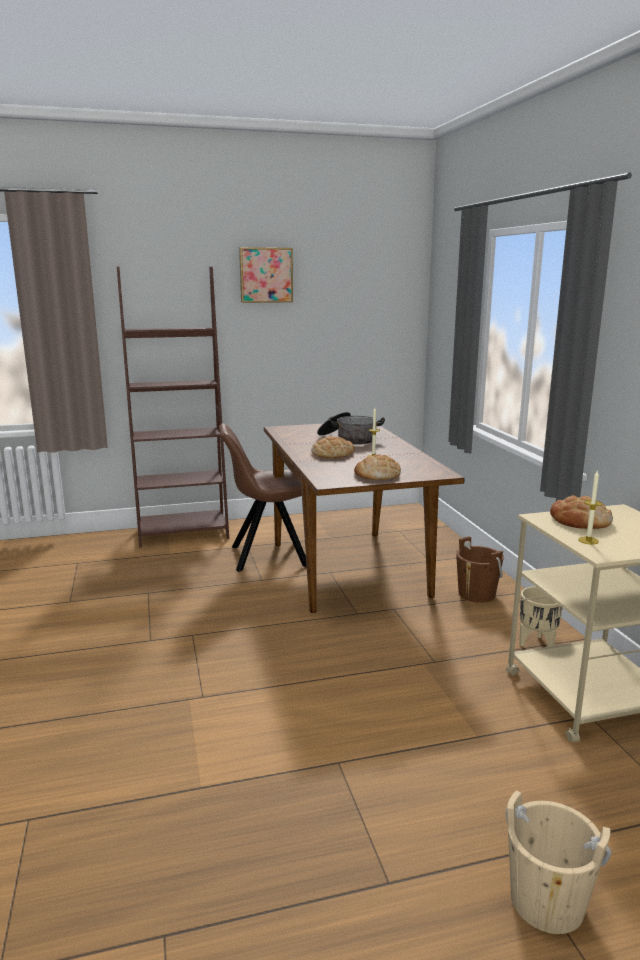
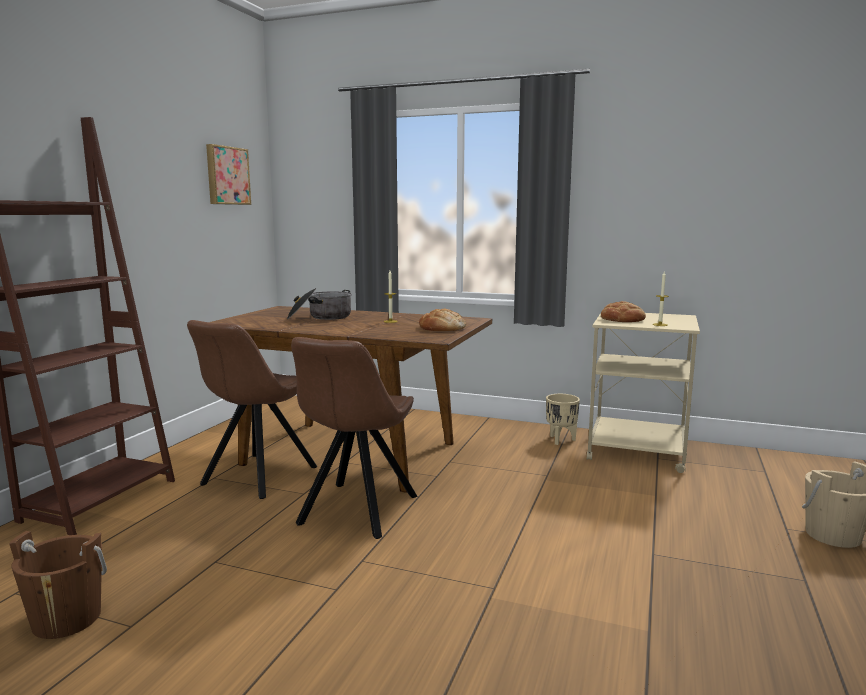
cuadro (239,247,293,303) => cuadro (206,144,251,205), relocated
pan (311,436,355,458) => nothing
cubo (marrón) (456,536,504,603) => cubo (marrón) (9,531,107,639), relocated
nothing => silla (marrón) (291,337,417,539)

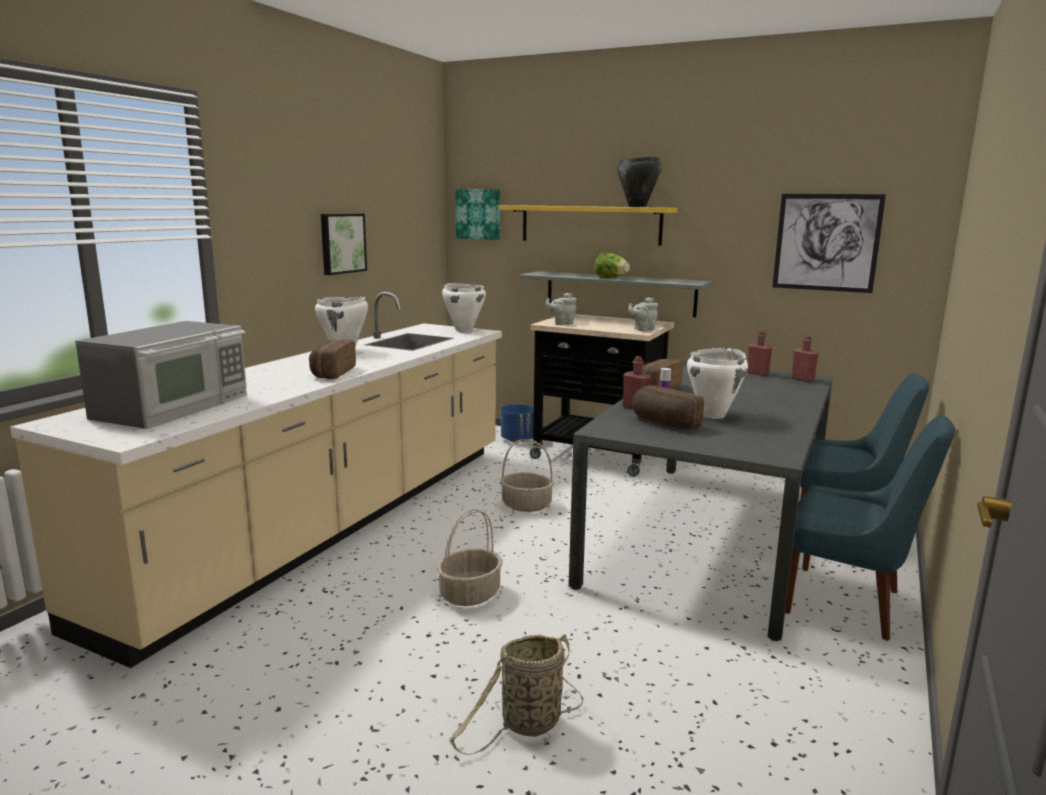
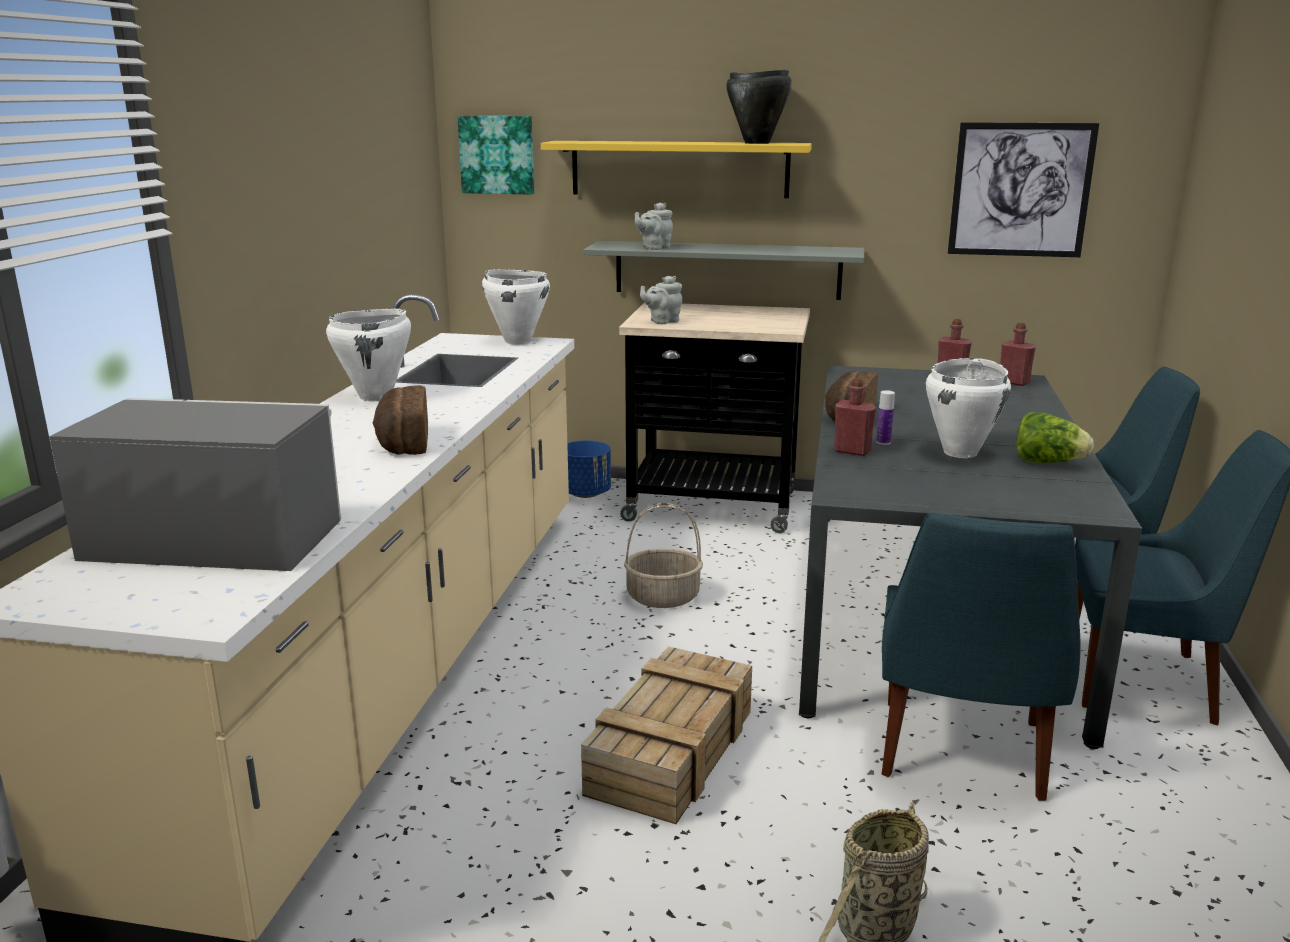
microondas (75,321,247,429) => microondas (49,398,341,571), 90 degrees counterclockwise
cuadro (321,214,367,275) => nothing
cesta (437,509,502,606) => caja de embalaje (581,646,752,824)
lechuga (595,252,630,278) => lechuga (1016,412,1094,463), relocated
tetera (gris) (628,297,658,331) => tetera (gris) (635,203,673,250), relocated
pan (632,385,704,429) => nothing
nothing => silla (azul) (882,513,1080,801)

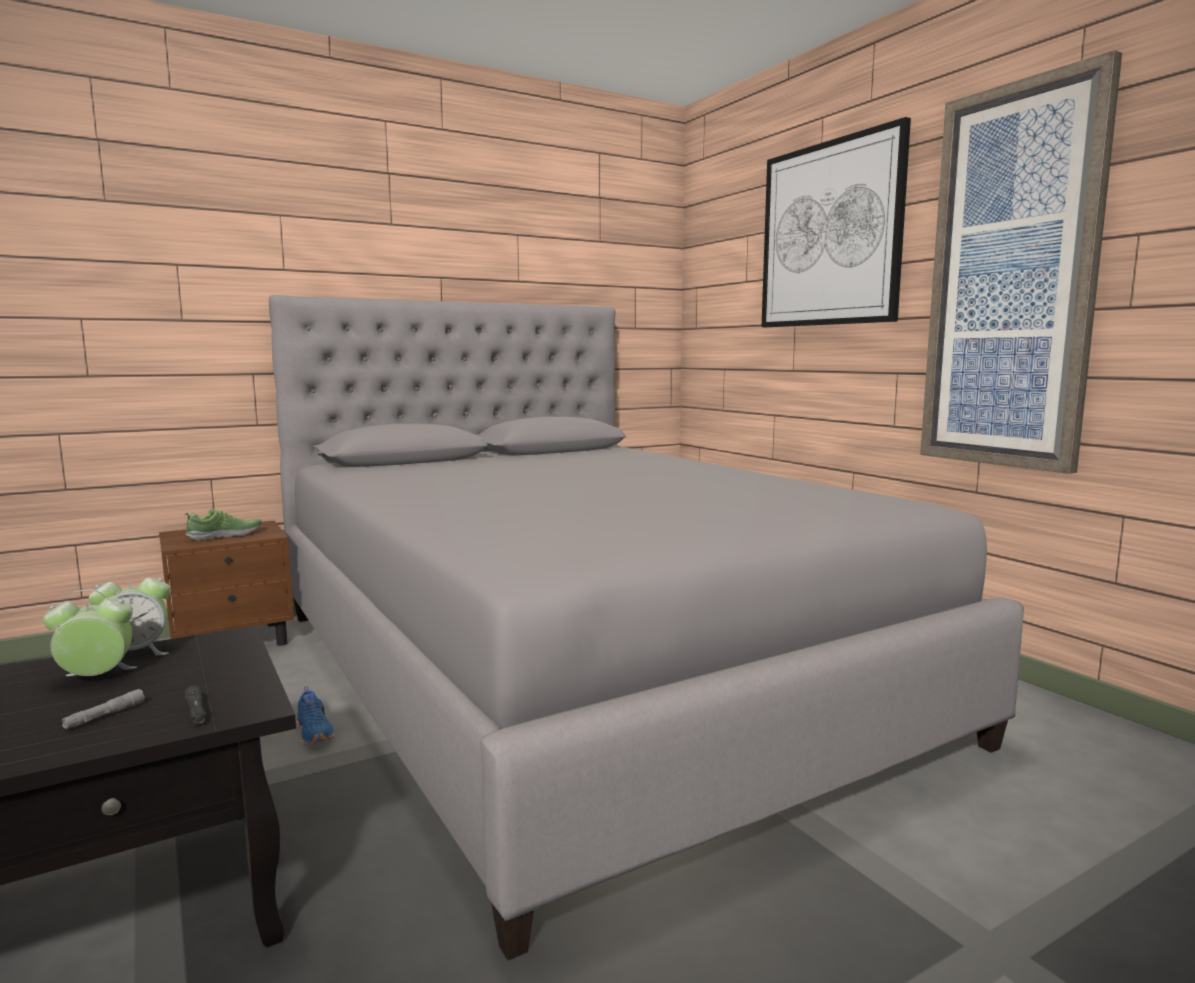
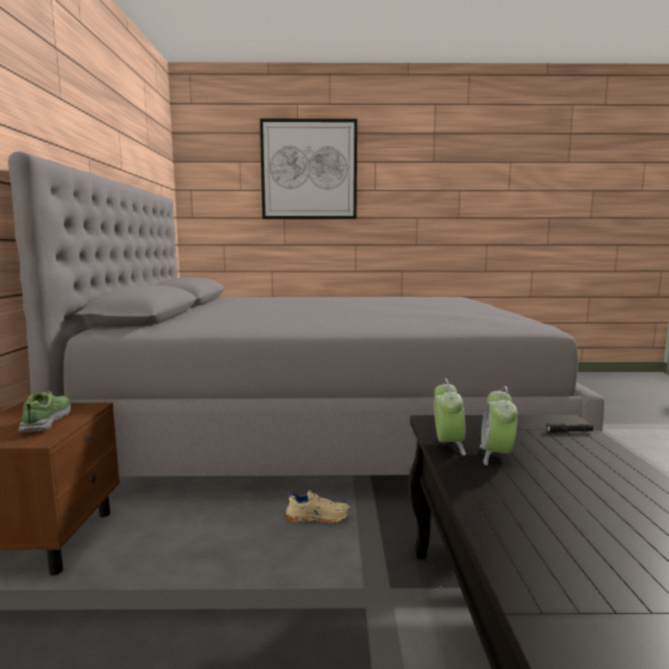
linterna (gris) (62,689,145,729) => nothing
zapato (azul) (296,686,335,745) => zapato (beis) (285,490,350,524)
cuadro (920,50,1122,474) => nothing

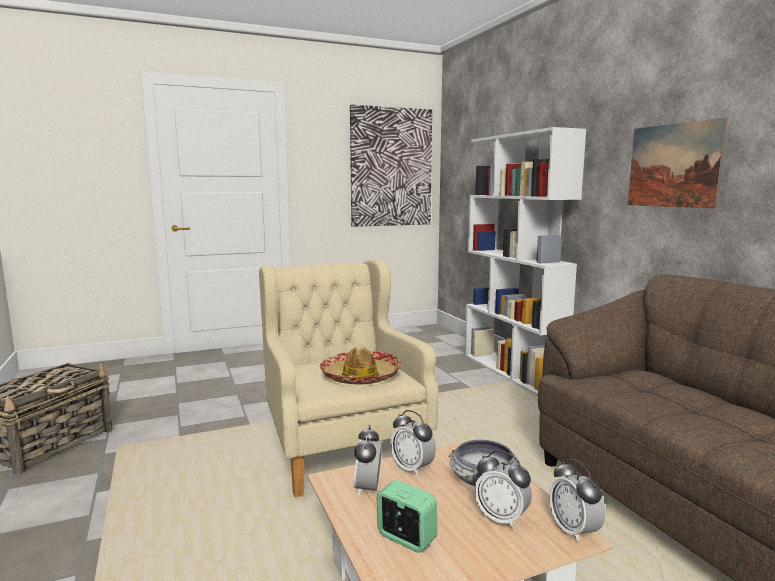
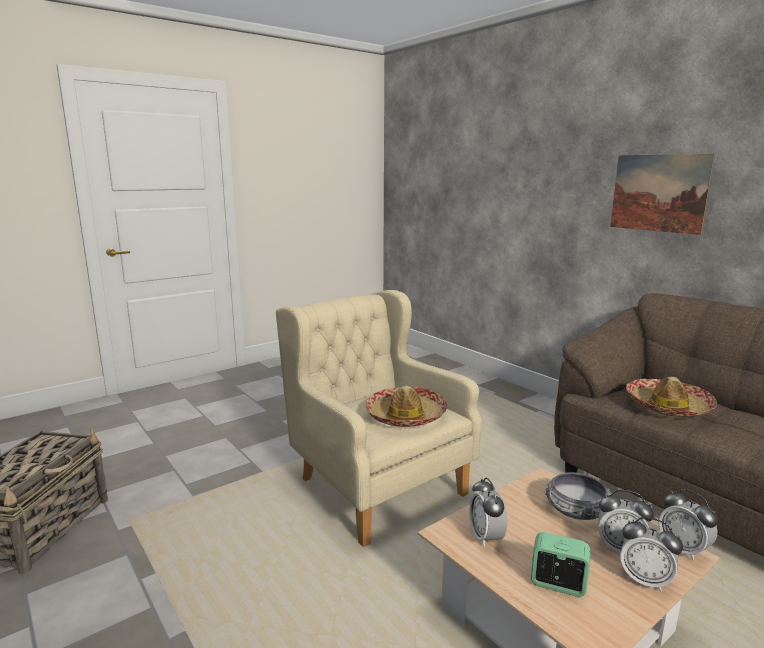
cuadro (350,105,432,227) => nothing
despertador (390,410,436,476) => despertador (620,517,683,592), relocated
estantería (blanco) (465,127,586,396) => nothing
nothing => sombrero (626,377,717,417)

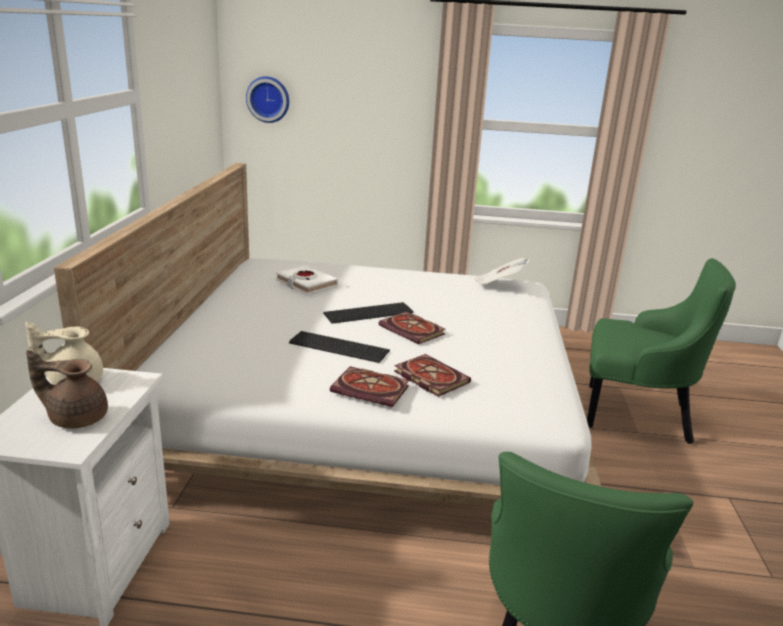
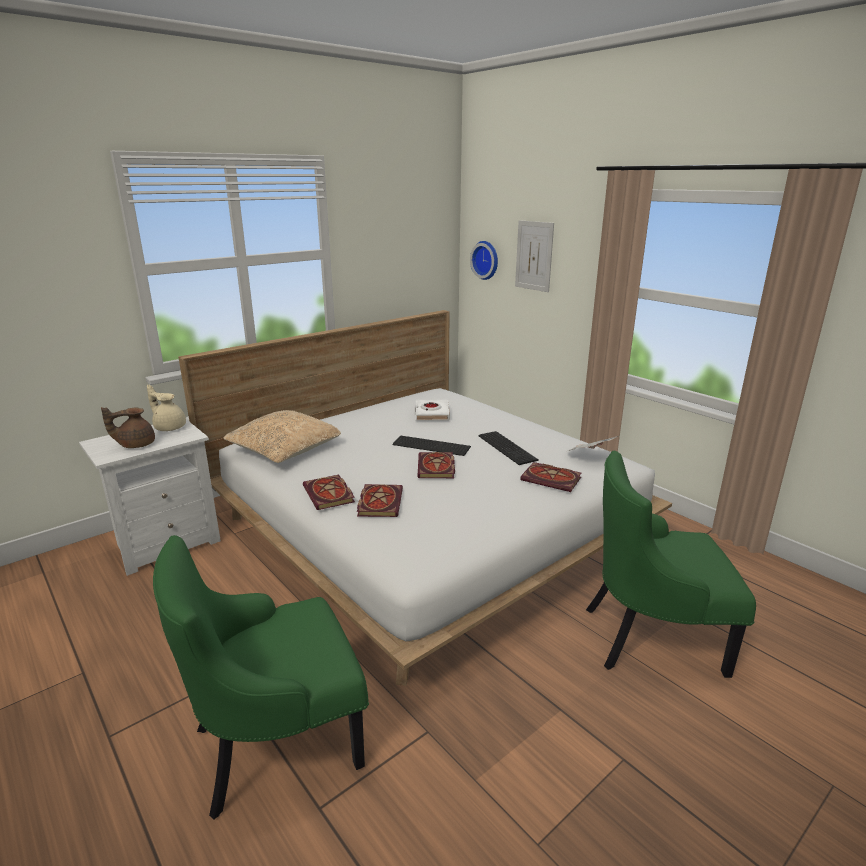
tetera (marrón) (26,350,108,429) => tetera (marrón) (101,407,155,448), 75 degrees counterclockwise
teclado (289,331,390,363) => teclado (479,431,539,465), relocated
silla (verde) (587,258,736,444) => silla (verde) (586,451,756,678), 120 degrees clockwise
nothing => cojín (beis) (223,410,341,463)
nothing => cuadro (515,220,554,292)
nothing => libro (520,462,581,492)

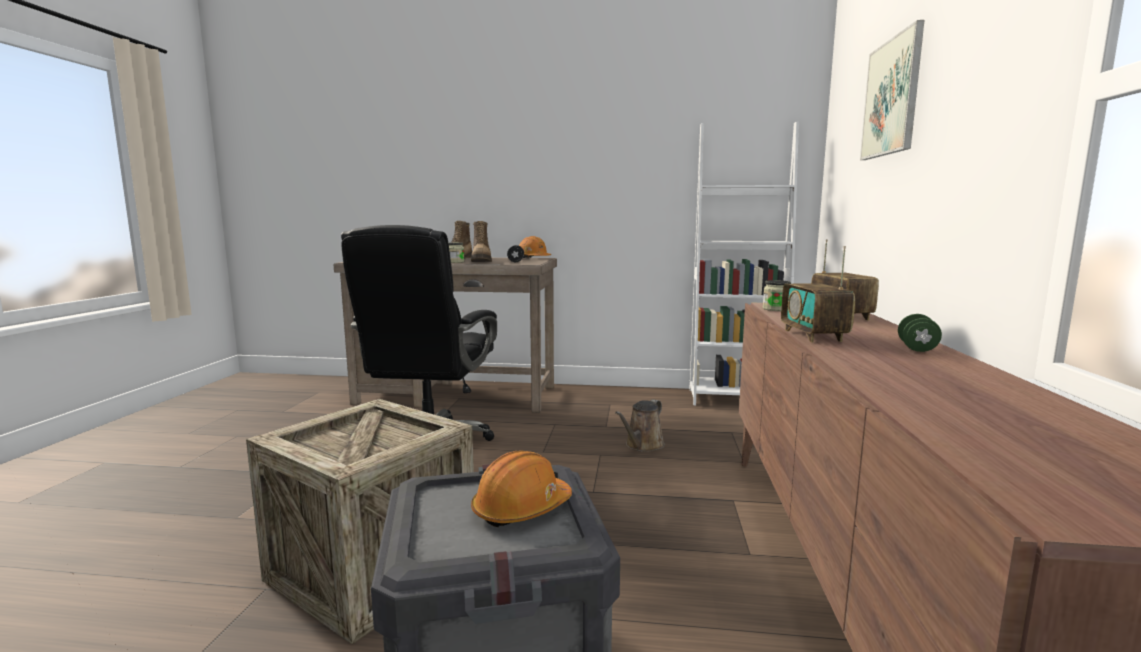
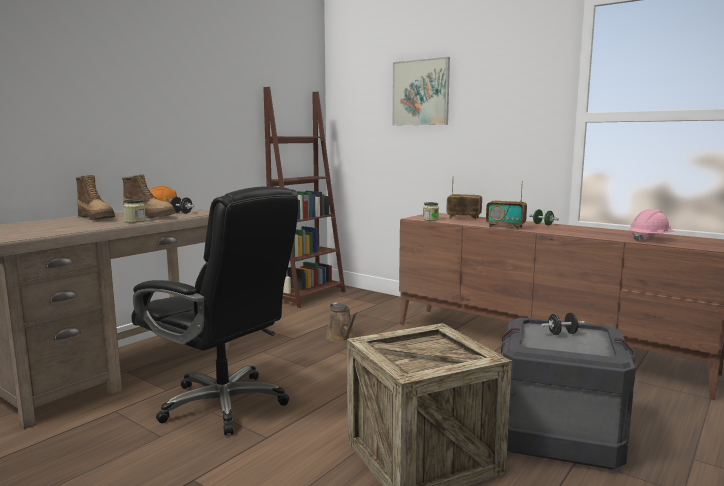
casco (naranja) (471,450,572,527) => mancuerna (negro) (541,313,585,335)
estantería (blanco) (690,121,799,405) => estantería (marrón) (263,87,345,308)
nothing => casco (rosa) (629,209,674,242)

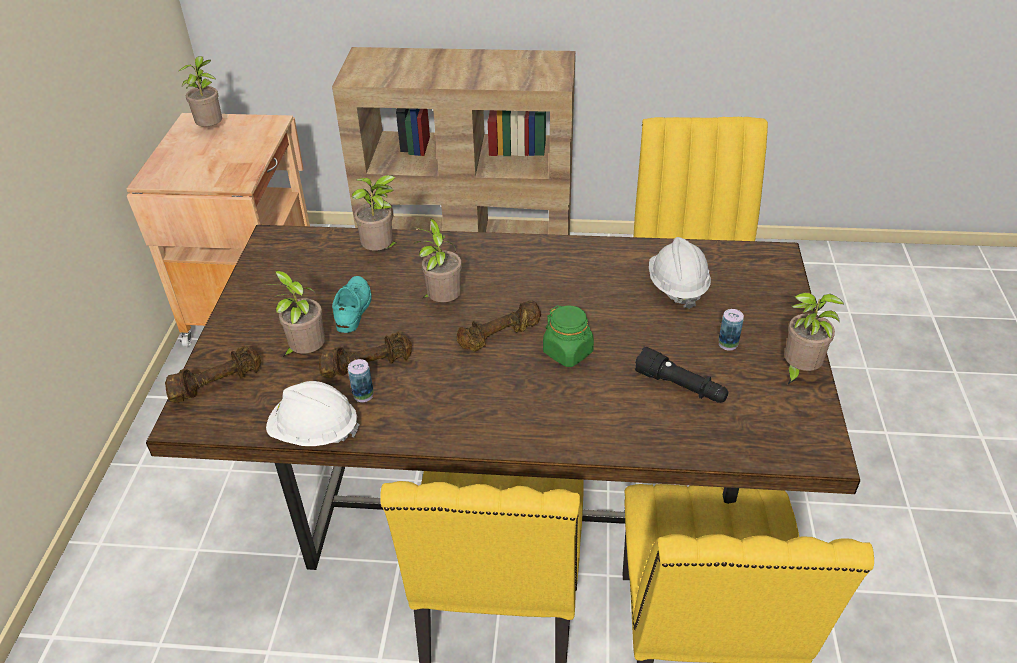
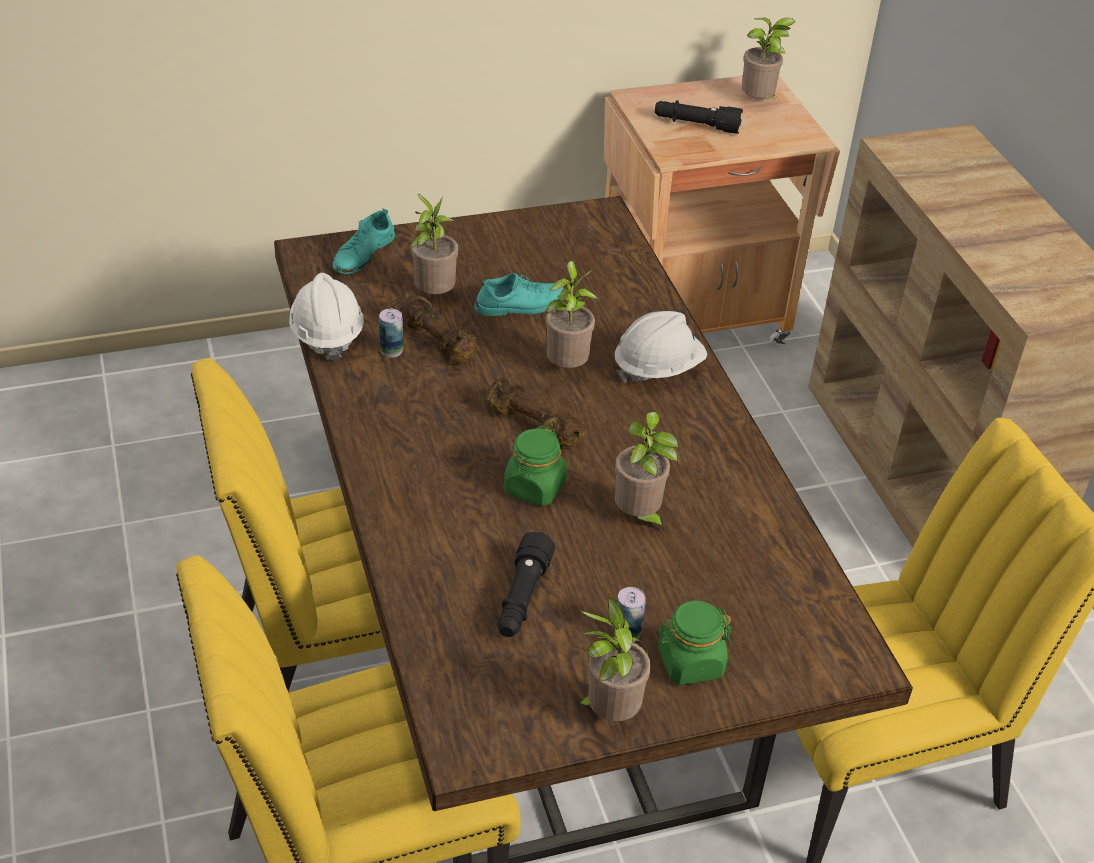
mancuerna (marrón) (165,345,261,403) => zapato (turquesa) (332,208,395,274)
planta en maceta (351,175,398,251) => planta en maceta (615,412,678,532), relocated
casco (blanco) (649,237,711,309) => casco (blanco) (614,311,707,383), relocated
nothing => linterna (negro) (655,100,743,134)
nothing => tarro (verde) (657,601,732,685)

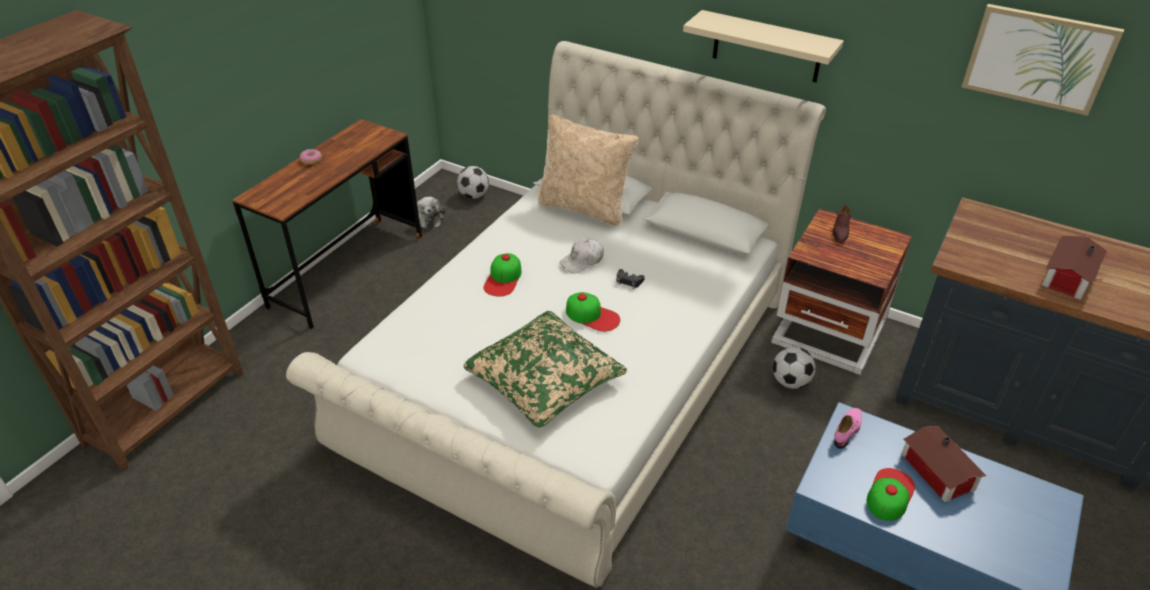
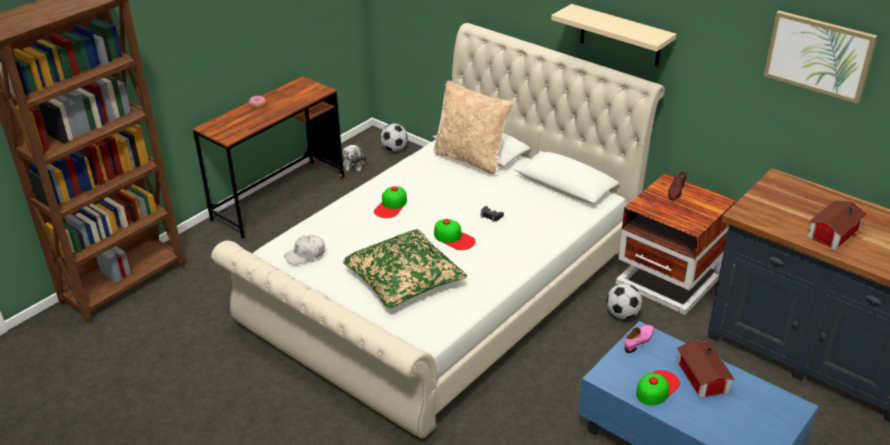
gorra (blanco) (560,238,604,274) => gorra (blanco) (284,235,325,265), relocated

